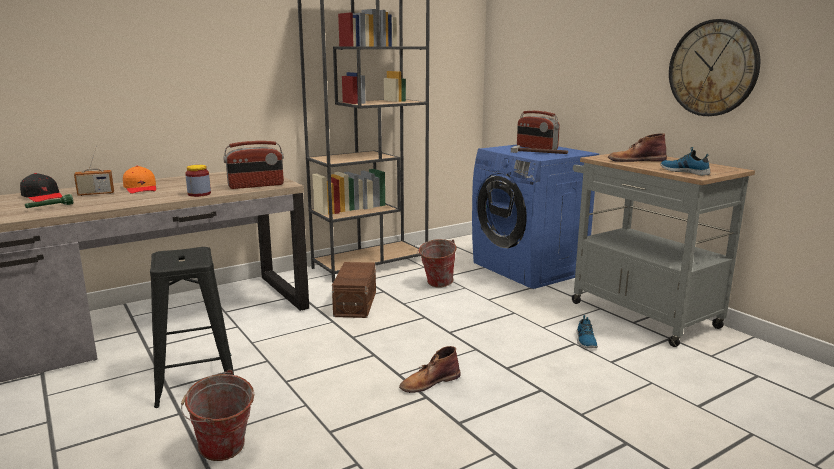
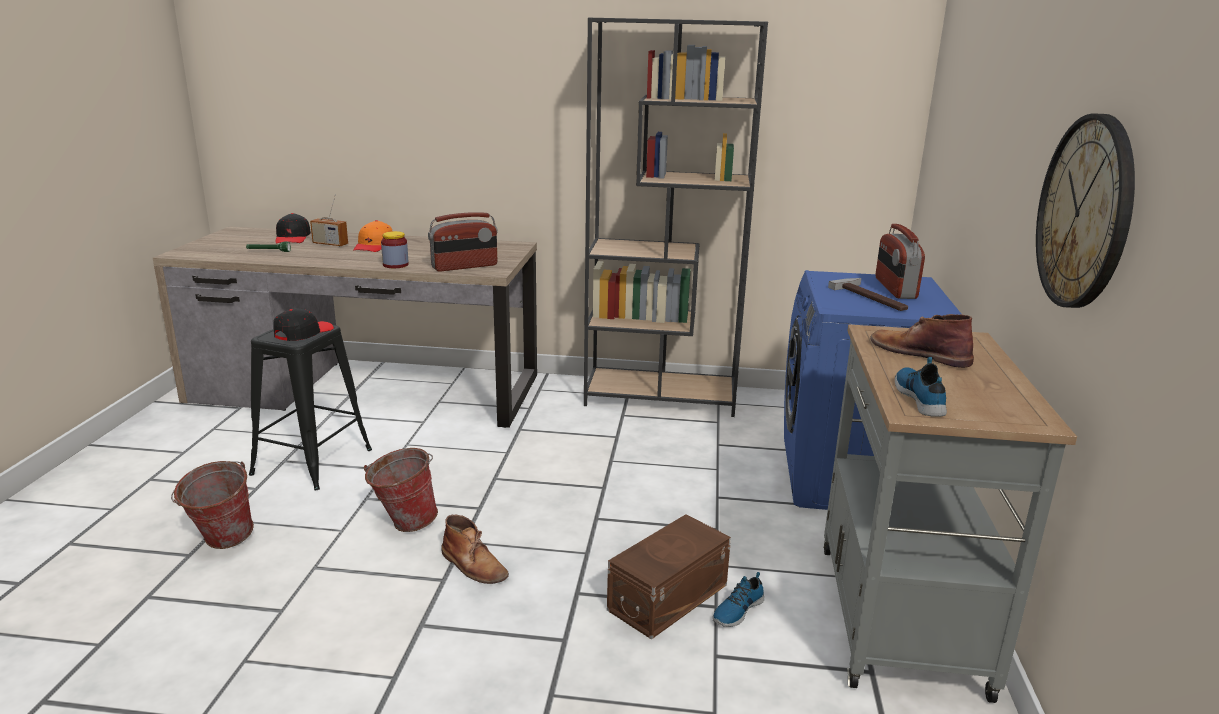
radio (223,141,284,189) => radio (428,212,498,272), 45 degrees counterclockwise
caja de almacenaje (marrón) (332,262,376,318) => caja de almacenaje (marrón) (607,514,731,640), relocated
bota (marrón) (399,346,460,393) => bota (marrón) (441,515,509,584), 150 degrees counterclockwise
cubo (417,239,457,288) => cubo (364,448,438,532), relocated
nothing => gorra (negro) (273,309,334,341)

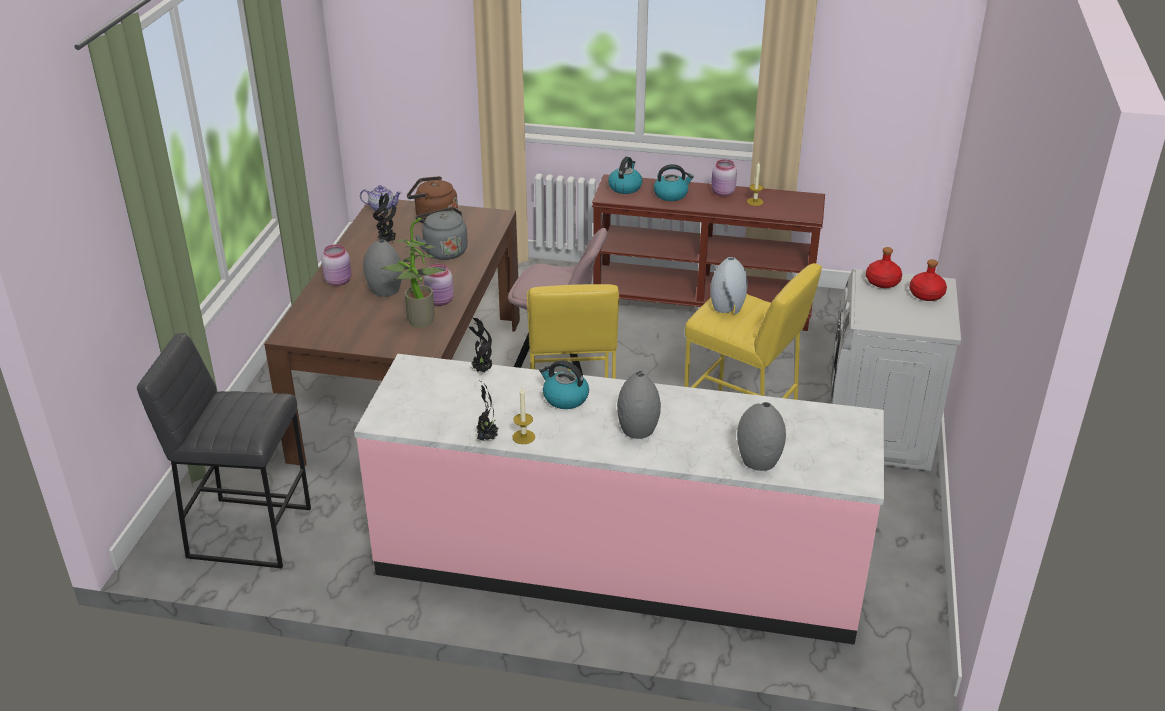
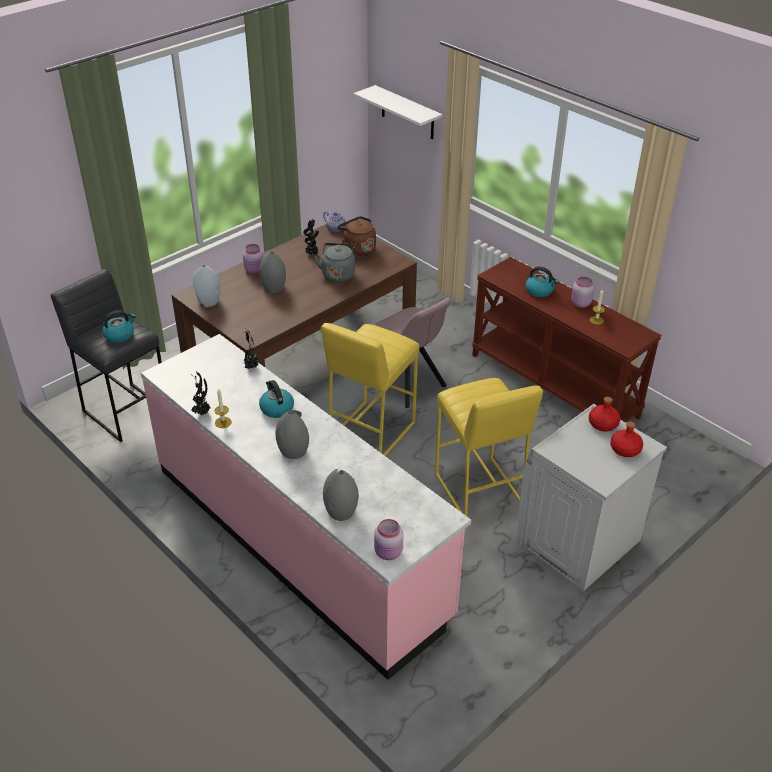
planta en maceta (380,218,446,327) => nothing
tarro (rosa) (424,263,454,306) => tarro (rosa) (374,519,403,560), relocated
hervidor (608,157,642,194) => hervidor (102,310,136,343), relocated
florero (gris) (710,257,748,314) => florero (gris) (193,265,220,307), relocated
nothing => estante (blanco) (354,85,443,139)

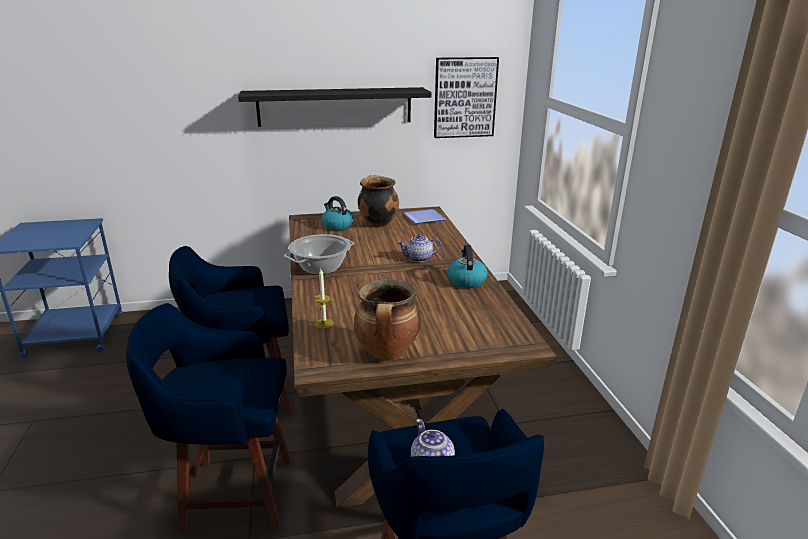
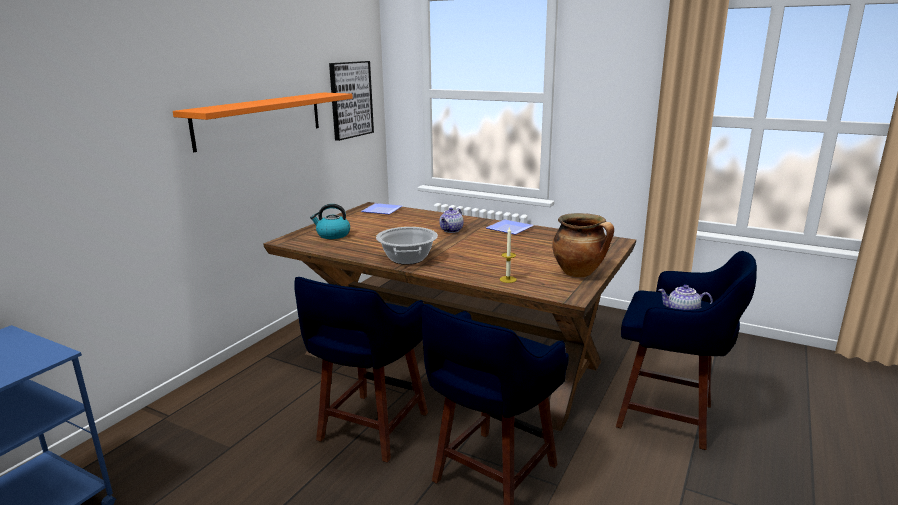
estante (negro) (238,87,432,127) => estante (naranja) (173,92,353,152)
olla (358,175,399,227) => nothing
hervidor (447,245,487,288) => plato (486,219,534,235)

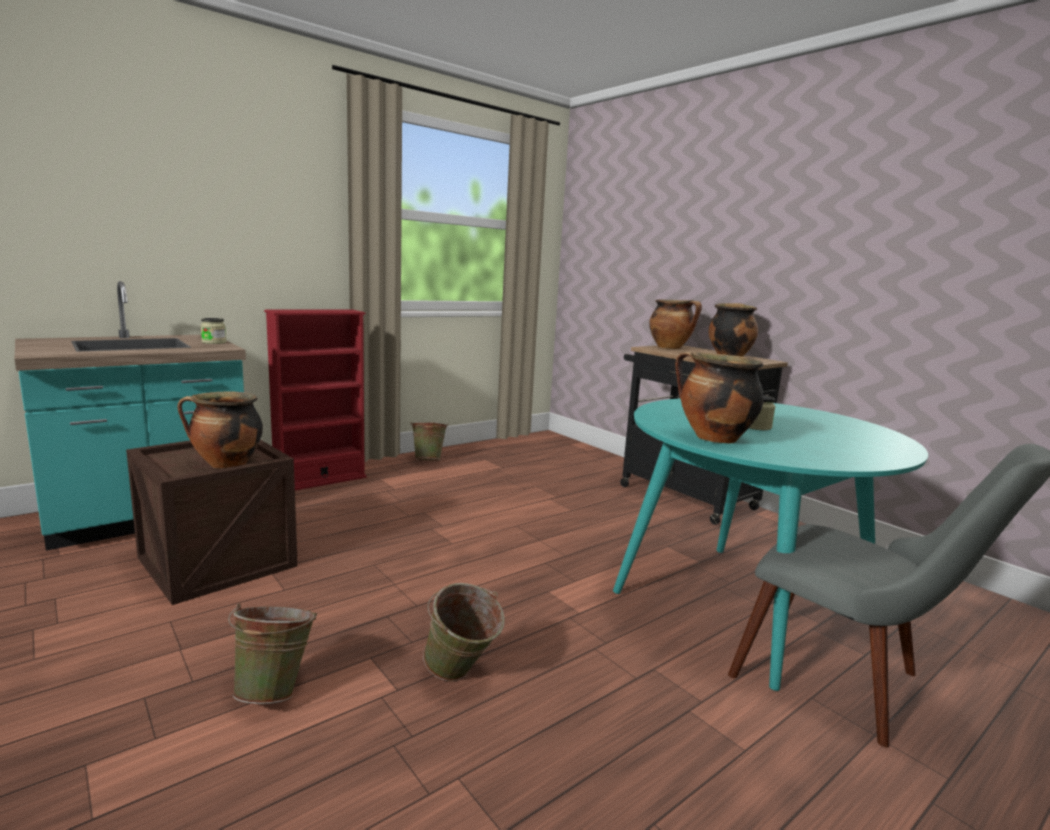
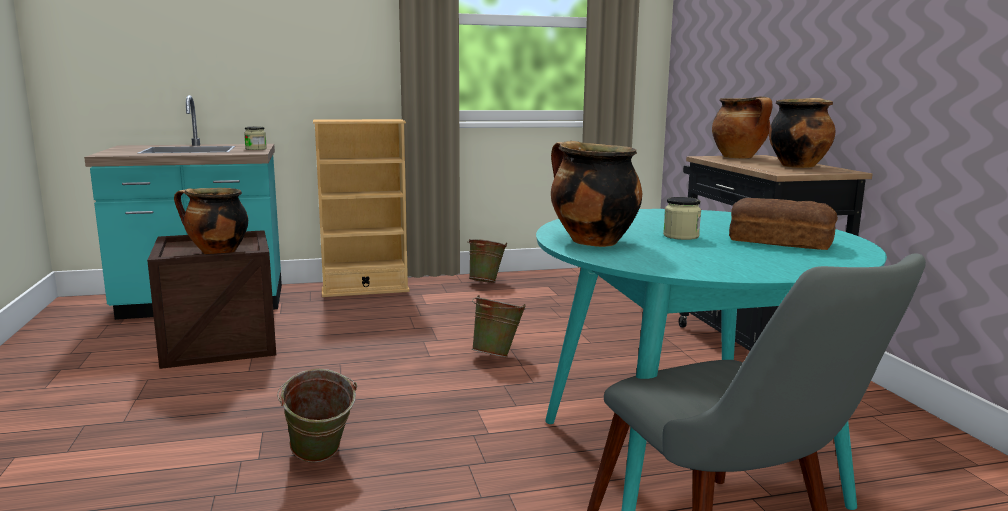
cubo (verde) (228,604,317,704) => cubo (verde) (472,295,526,357), relocated
estantería (rojo) (264,310,367,490) => estantería (beis) (313,119,410,297)
nothing => pan (729,198,838,250)

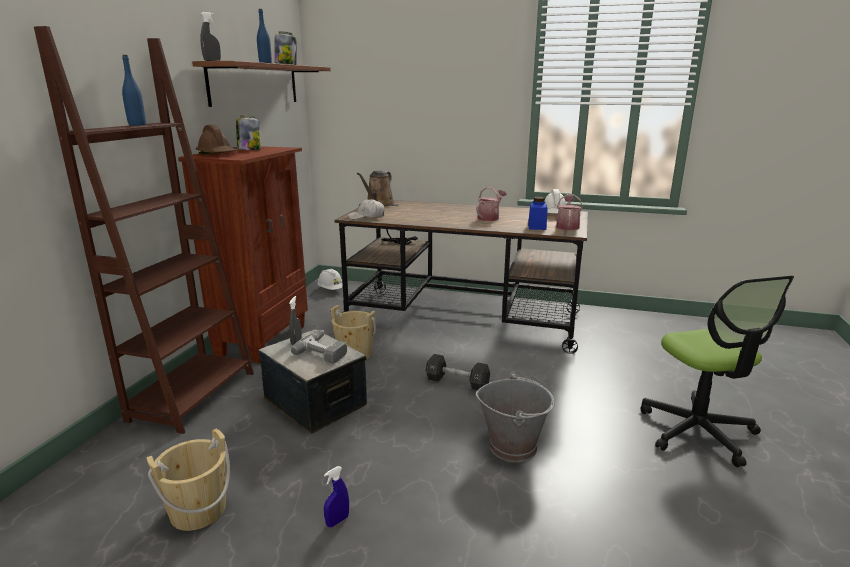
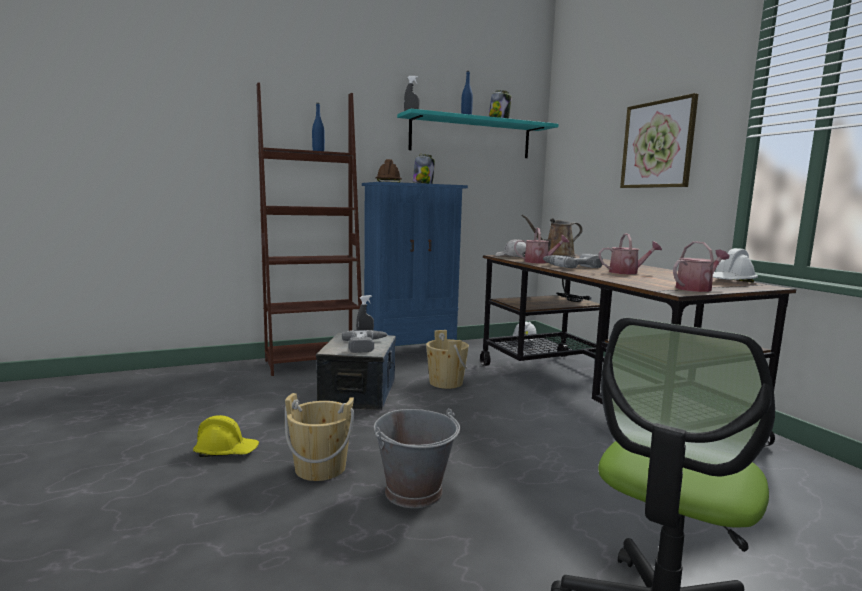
cubo (beis) (147,429,230,531) => cubo (beis) (285,393,354,481), relocated
armario (marrón) (178,146,308,363) => armario (azul) (362,182,468,346)
estante (marrón) (192,61,331,107) => estante (turquesa) (397,109,559,158)
pulverizador (azul) (324,466,349,527) => casco (amarillo) (193,415,259,457)
mancuerna (negro) (425,354,490,390) => nothing
tarro (azul) (528,197,547,230) => nothing
nothing => regadera (514,228,569,263)
nothing => taladro (543,254,603,268)
nothing => cuadro (620,93,698,188)

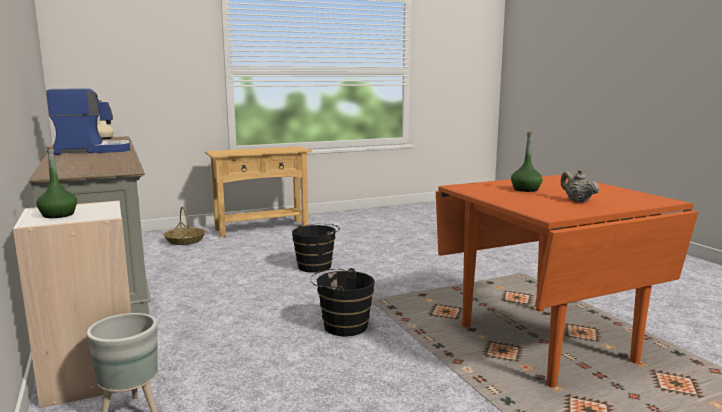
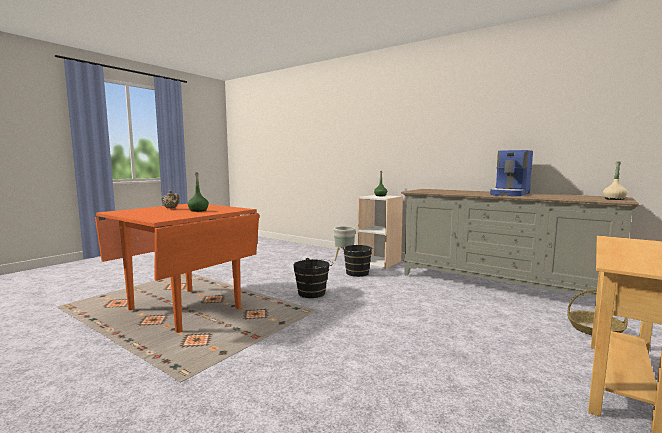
cubo (negro) (292,223,340,273) => cubo (negro) (341,245,373,277), relocated

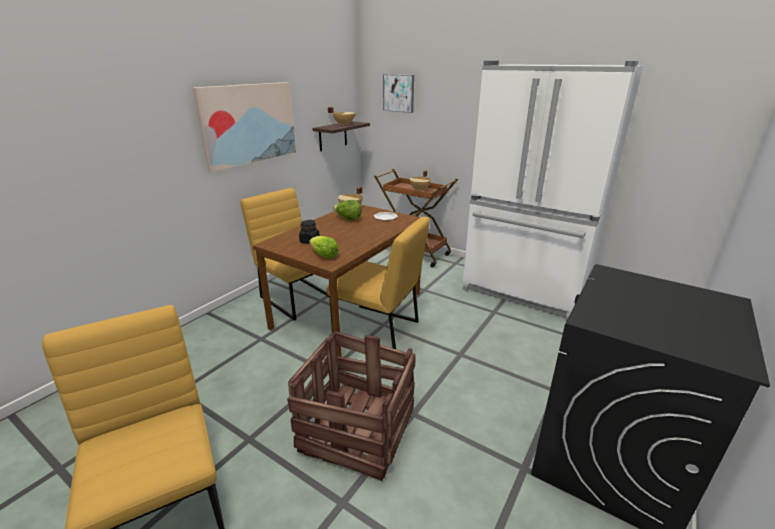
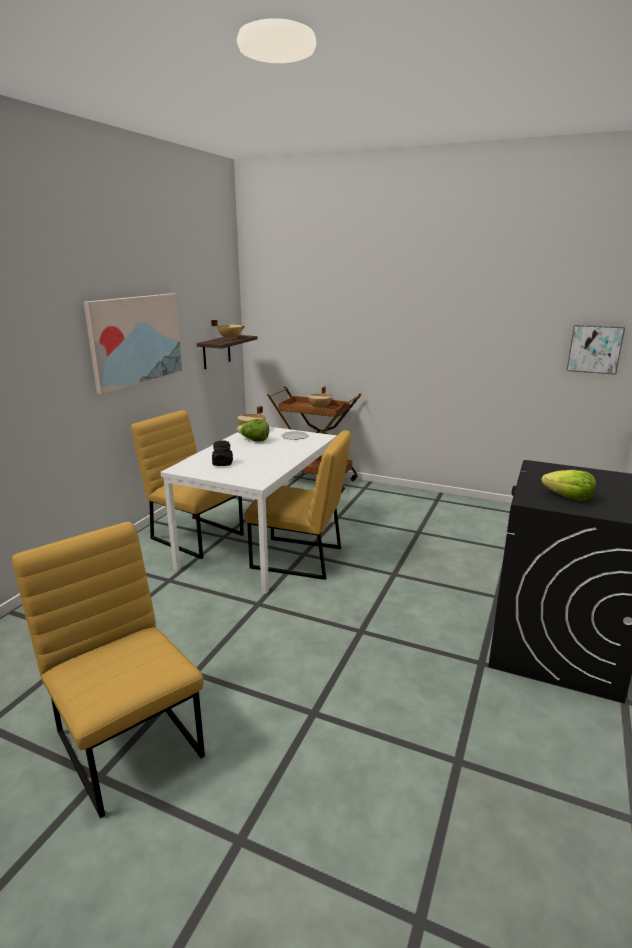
mesa de comedor (marrón) (253,204,421,357) => mesa de comedor (blanco) (161,427,337,594)
caja de embalaje (287,331,416,481) => nothing
lechuga (309,236,339,259) => lechuga (541,470,596,501), relocated
cuadro (383,74,414,113) => cuadro (567,325,625,375), relocated
nevera (blanco) (463,61,643,321) => nothing

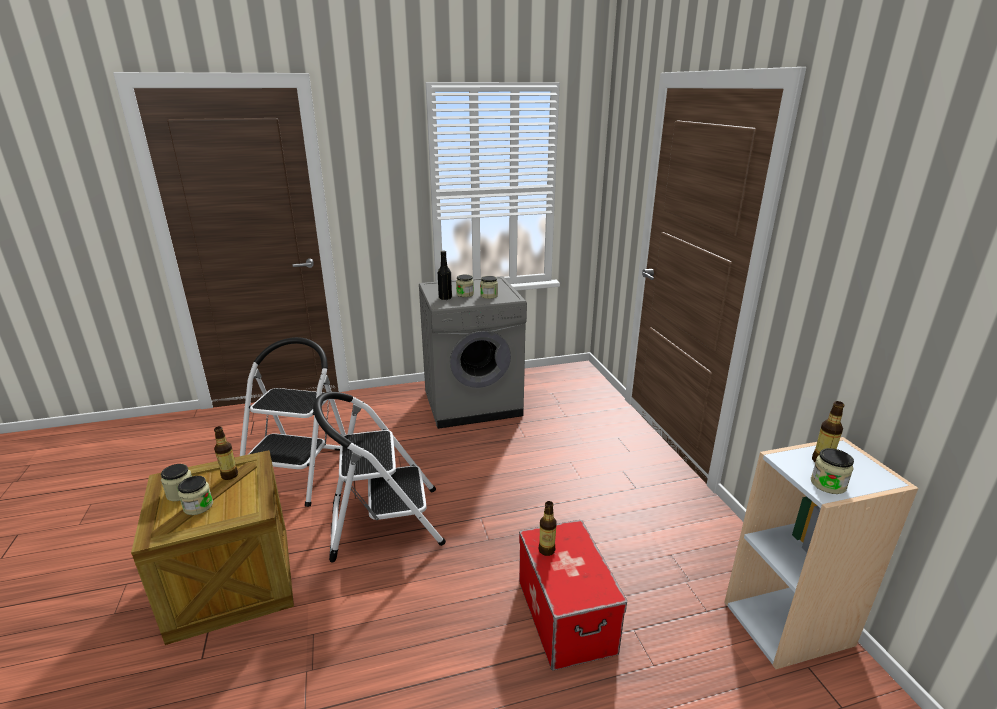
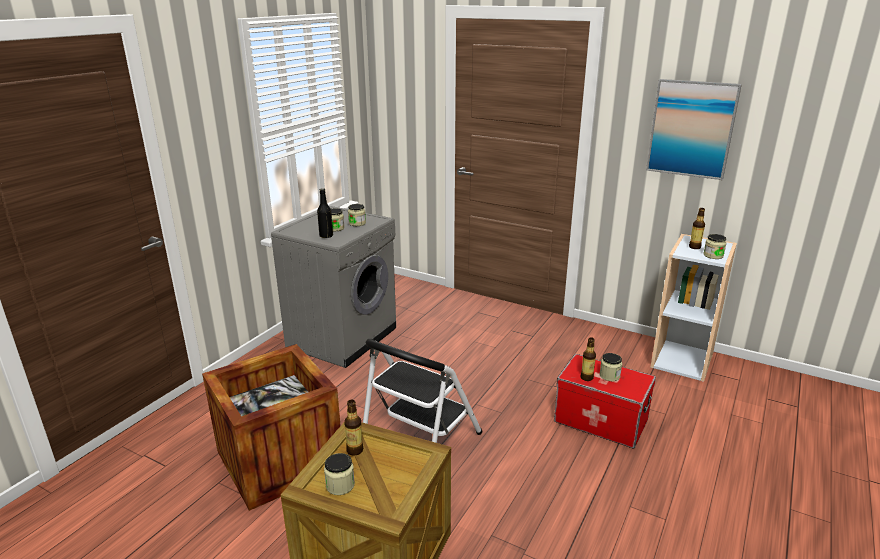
tarro (178,476,213,515) => tarro (600,353,622,381), relocated
escalera de tijera (240,337,346,507) => caja de embalaje (202,344,341,511)
nothing => cuadro (646,79,742,180)

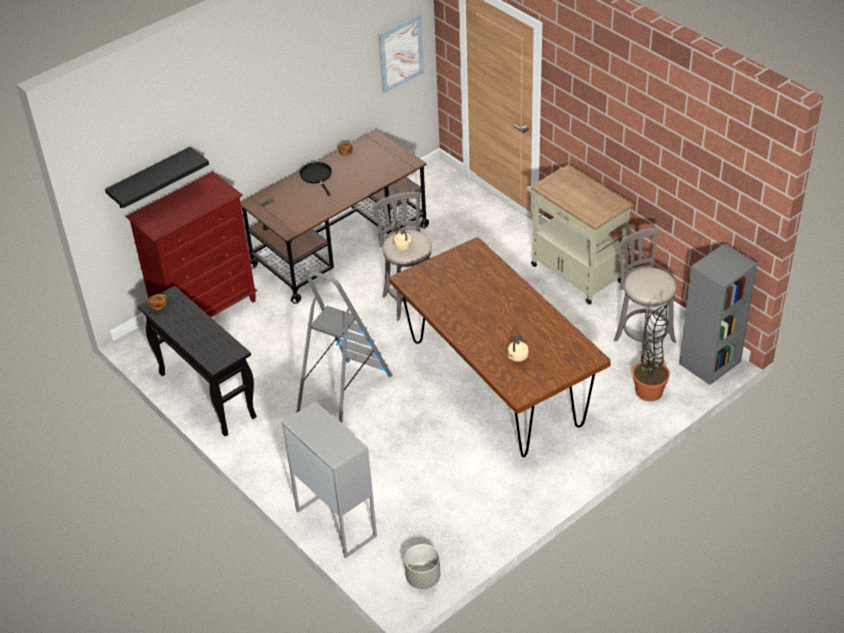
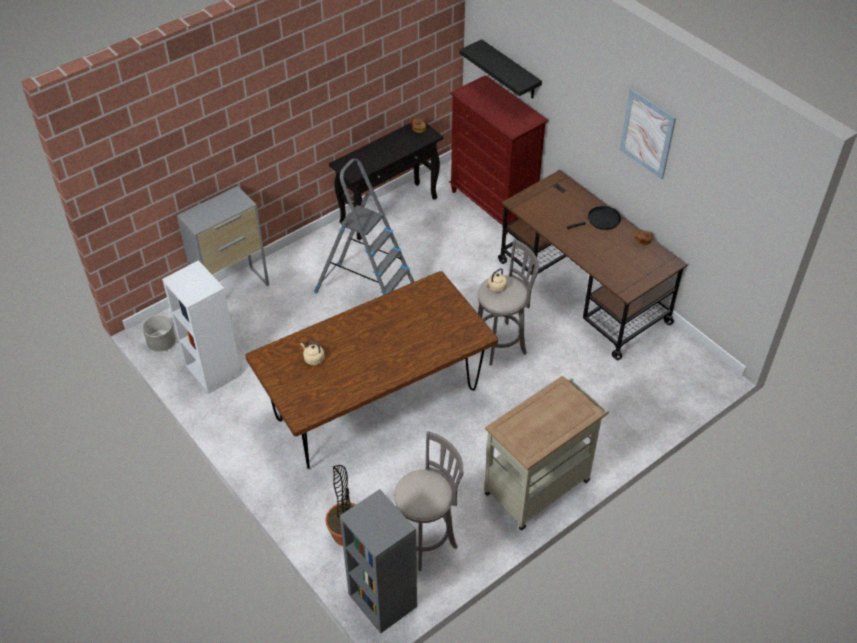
cuadro (378,14,424,93) => cuadro (620,89,676,179), relocated
nothing => estantería (blanco) (162,260,242,394)

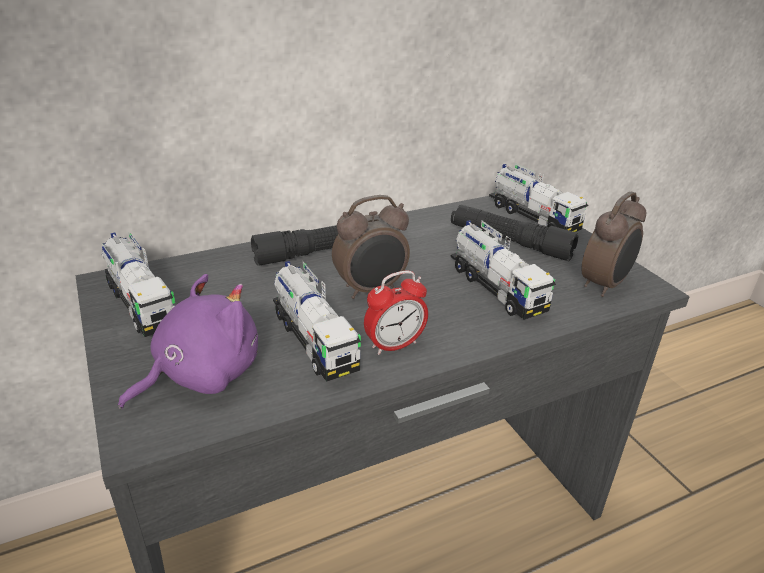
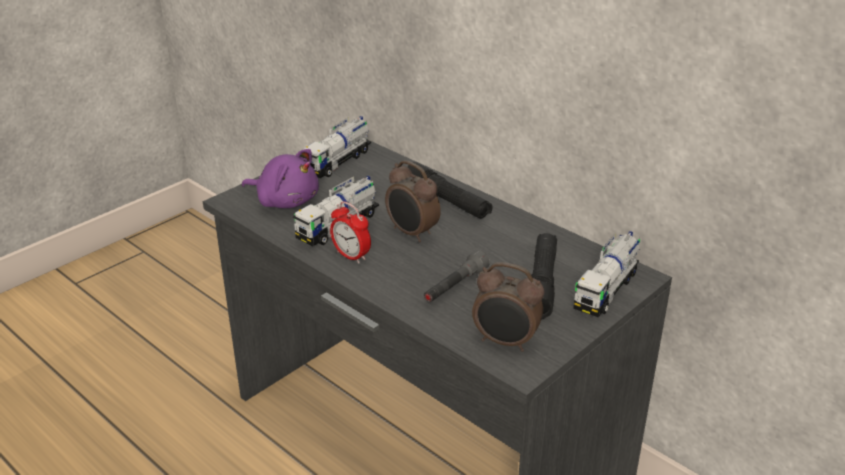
camión de juguete (450,220,556,320) => linterna (gris) (424,250,490,302)

